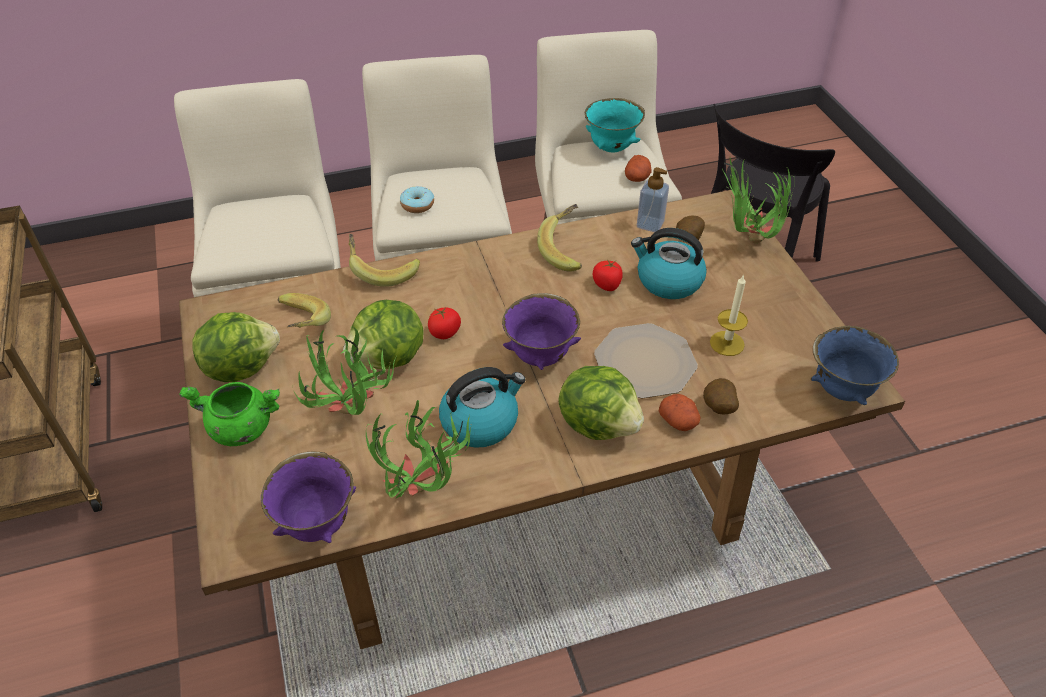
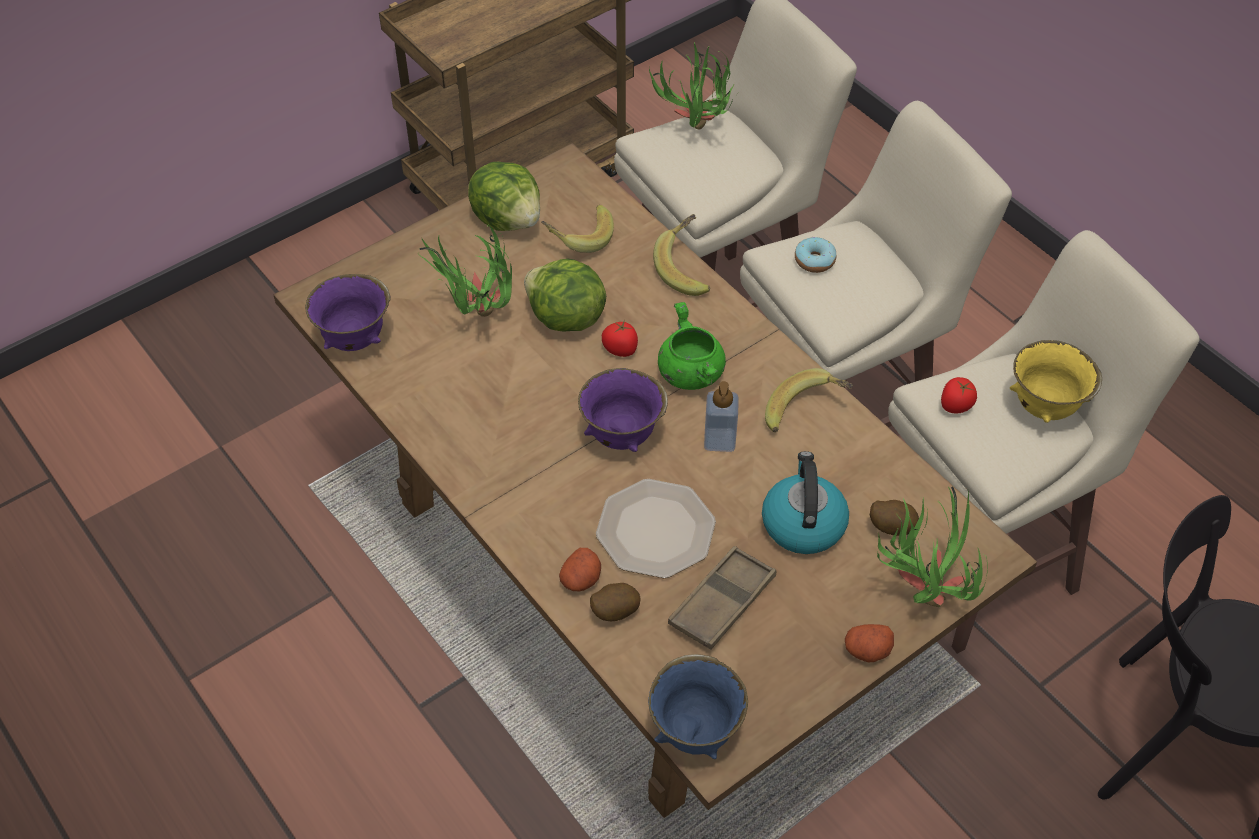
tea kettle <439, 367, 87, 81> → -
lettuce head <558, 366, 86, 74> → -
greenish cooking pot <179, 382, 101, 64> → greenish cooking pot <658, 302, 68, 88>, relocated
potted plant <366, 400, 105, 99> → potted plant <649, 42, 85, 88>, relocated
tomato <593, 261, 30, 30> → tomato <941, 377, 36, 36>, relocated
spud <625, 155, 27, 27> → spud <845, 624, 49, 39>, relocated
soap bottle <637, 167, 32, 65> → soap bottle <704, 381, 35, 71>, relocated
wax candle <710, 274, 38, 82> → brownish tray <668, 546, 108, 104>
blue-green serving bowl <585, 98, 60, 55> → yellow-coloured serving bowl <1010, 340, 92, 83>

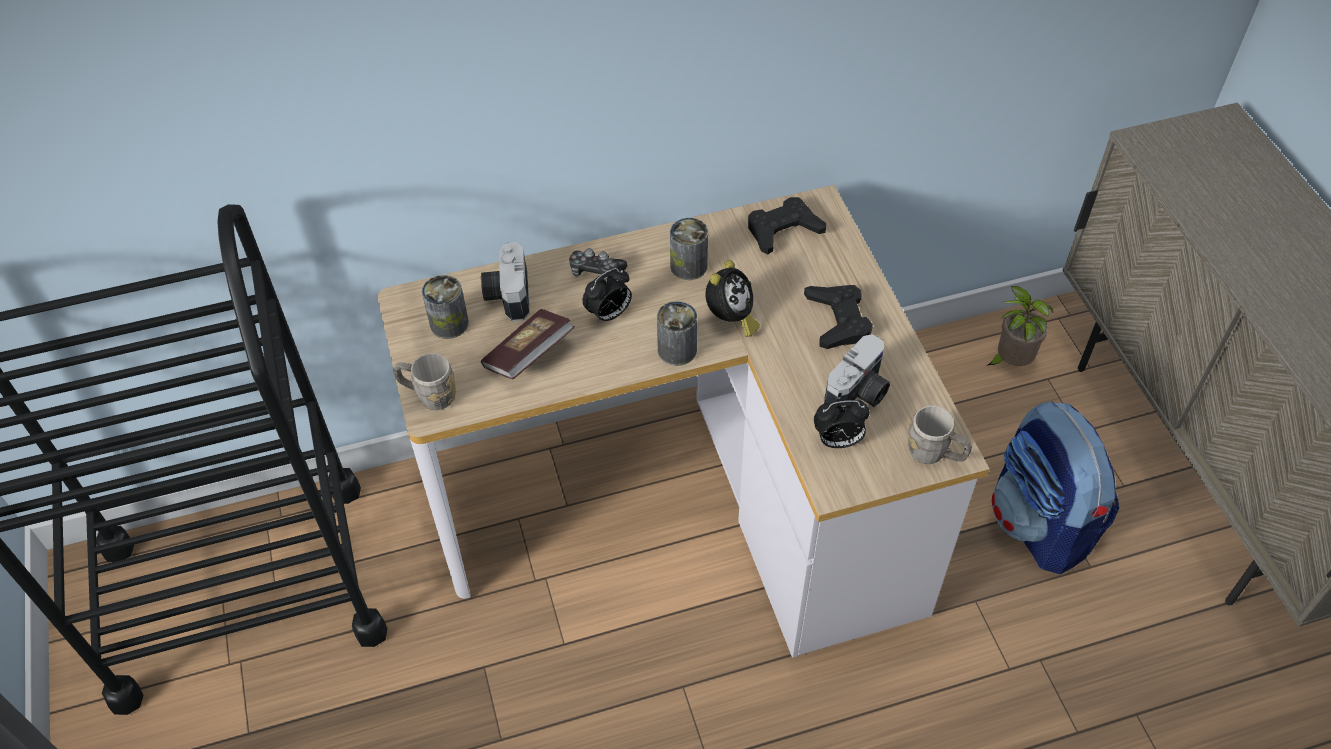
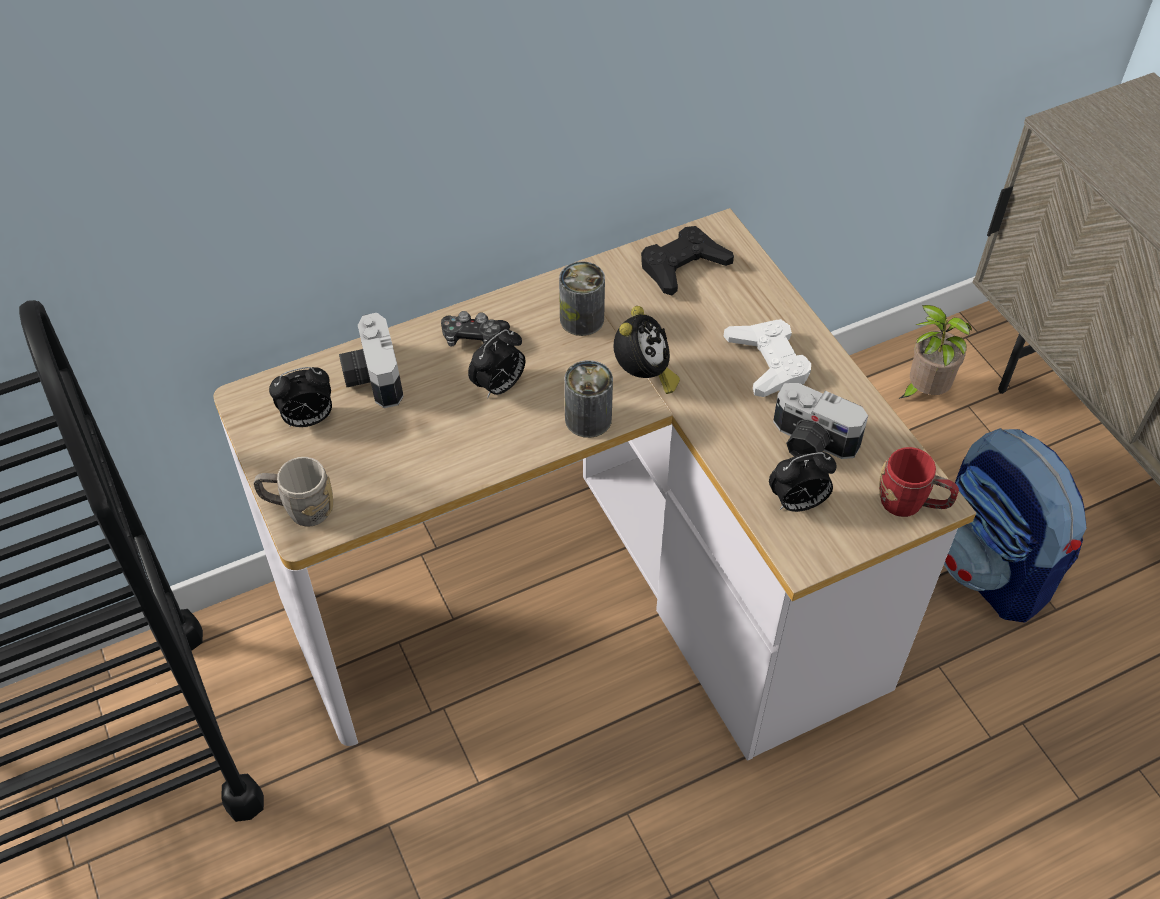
book <481, 309, 93, 70> → -
can <422, 275, 47, 64> → table clock <269, 367, 63, 60>
black game controller <804, 285, 69, 64> → white game controller <723, 319, 88, 78>
gray tea mug <908, 405, 64, 59> → red-coloured tea mug <879, 447, 80, 70>
still camera <824, 334, 66, 73> → still camera <773, 383, 95, 76>, 90 degrees clockwise

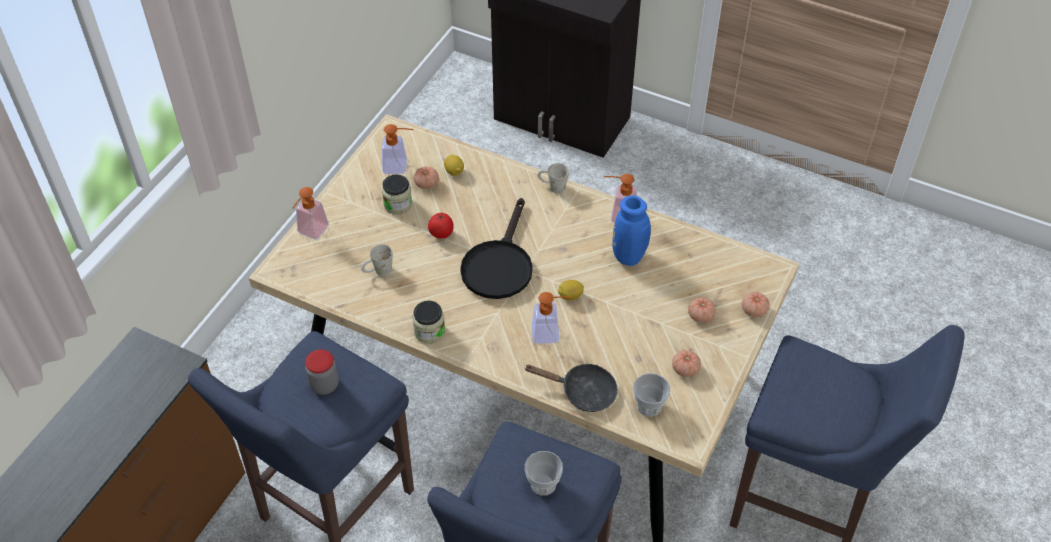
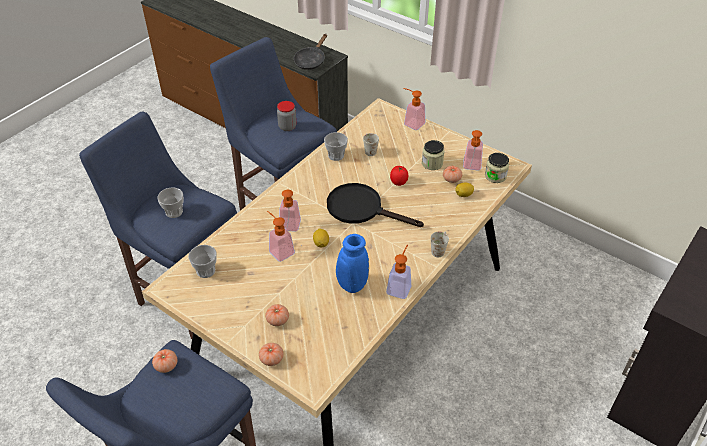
- → soap bottle <267, 211, 28, 51>
- → cup <324, 132, 24, 29>
storage jar <412, 301, 33, 43> → storage jar <485, 153, 24, 30>, relocated
black frying pan <524, 364, 94, 48> → black frying pan <294, 34, 33, 36>, relocated
tomato <672, 350, 29, 27> → tomato <152, 349, 25, 24>, relocated

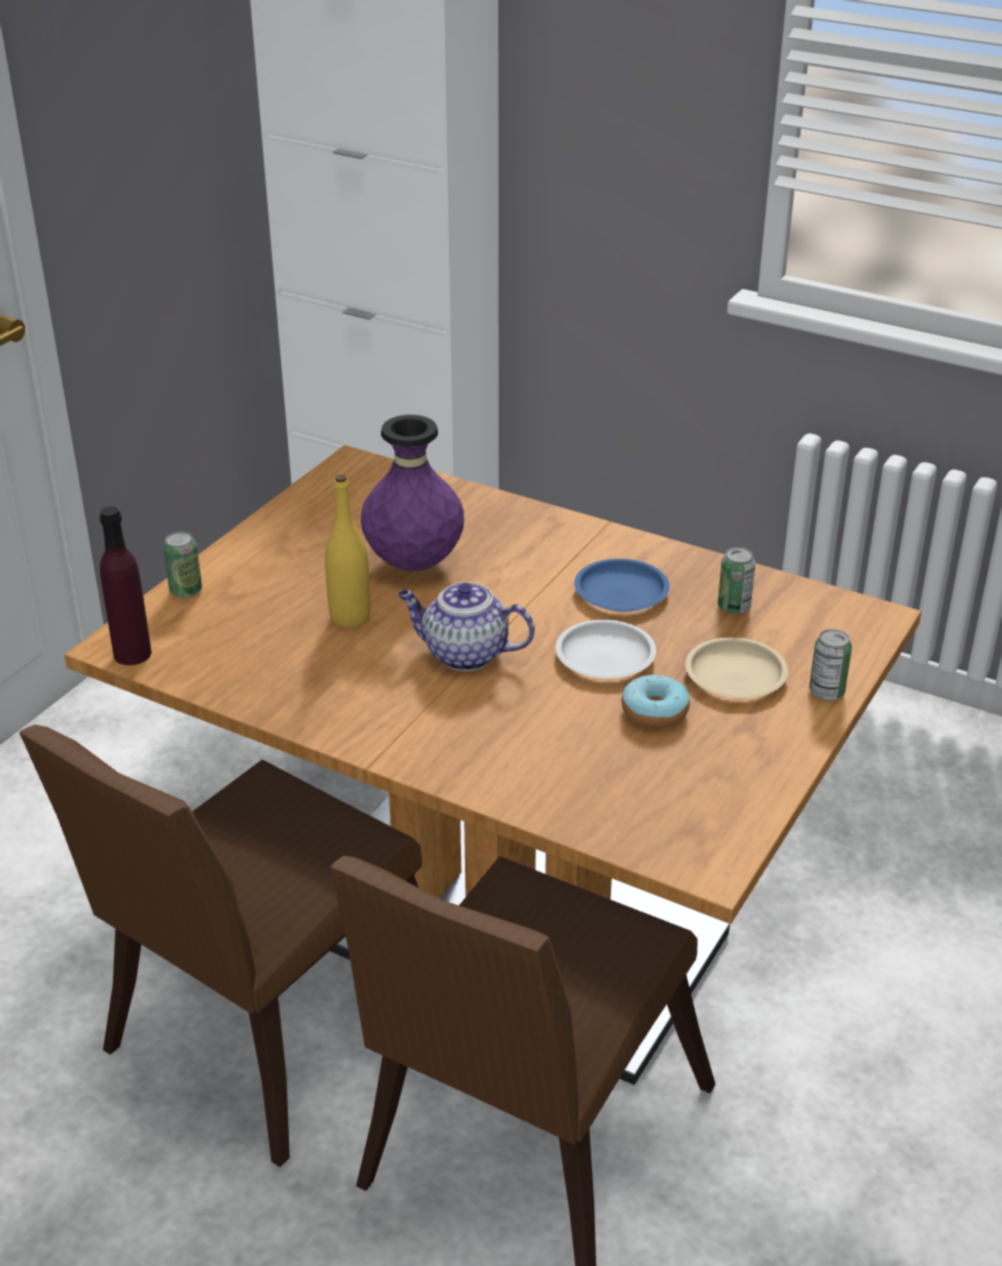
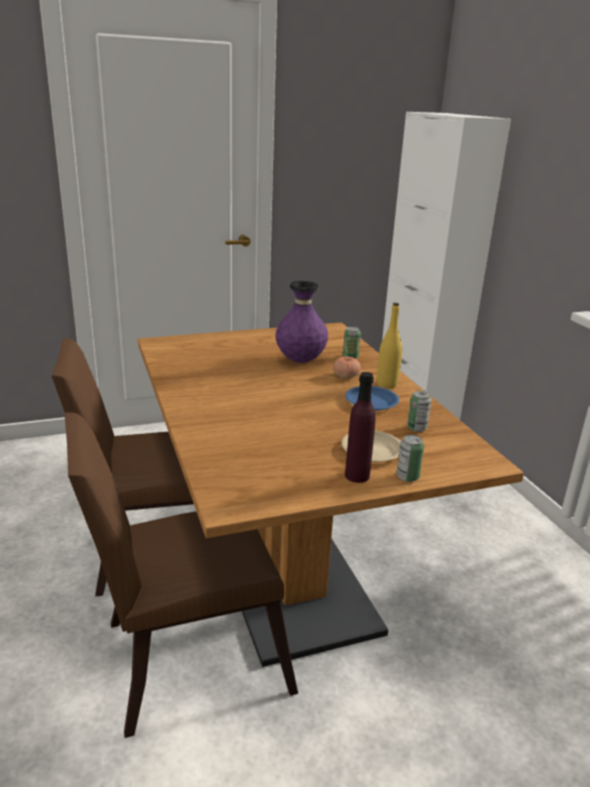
teapot <398, 582, 137, 89> → -
white plate <556, 620, 100, 59> → -
ring doughnut <621, 675, 69, 53> → -
- → tomato <333, 356, 28, 22>
purplish drink bottle <99, 506, 53, 159> → purplish drink bottle <345, 372, 31, 111>, relocated
can <163, 531, 39, 67> → can <343, 326, 18, 33>, relocated
yellow-coloured drink bottle <325, 474, 45, 154> → yellow-coloured drink bottle <377, 303, 25, 85>, relocated

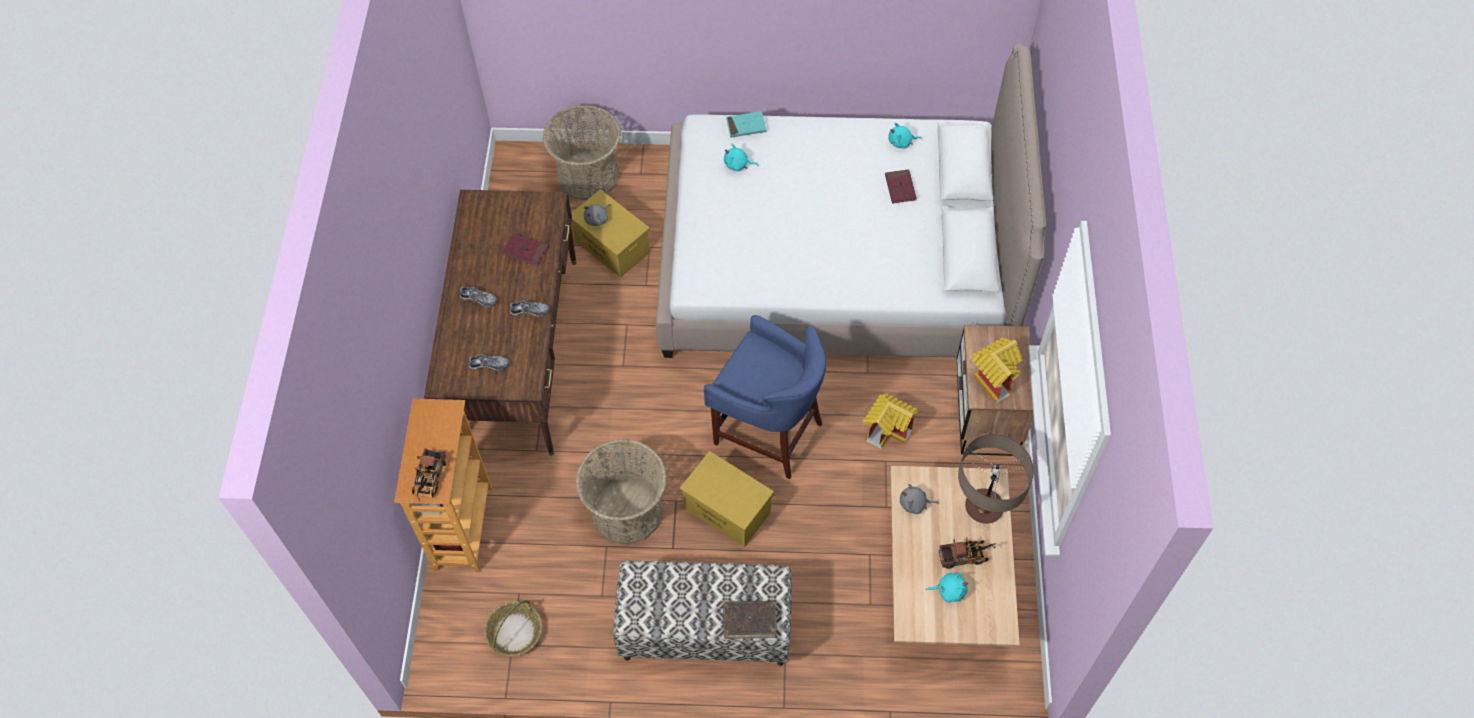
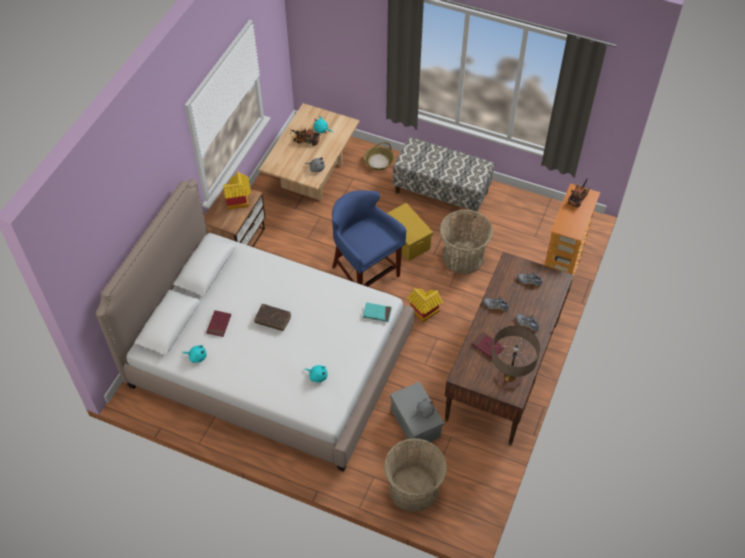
storage basket <484, 600, 58, 56> → storage basket <364, 142, 30, 28>, relocated
brownish book <723, 601, 54, 38> → brownish book <254, 304, 37, 27>, relocated
blue-green book <726, 111, 40, 27> → blue-green book <363, 302, 29, 20>, relocated
toy house <863, 393, 54, 56> → toy house <407, 288, 36, 34>, relocated
lamp for a table <958, 434, 76, 90> → lamp for a table <491, 326, 49, 62>, relocated
yellow-coloured storage container <572, 189, 78, 89> → gray storage container <390, 381, 54, 67>

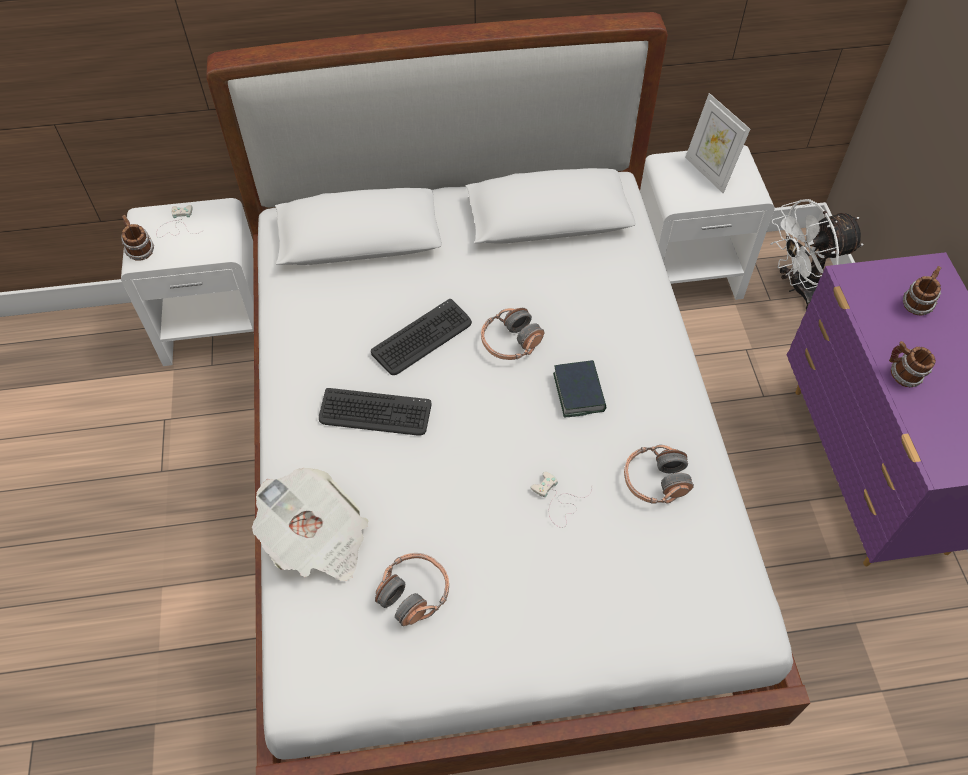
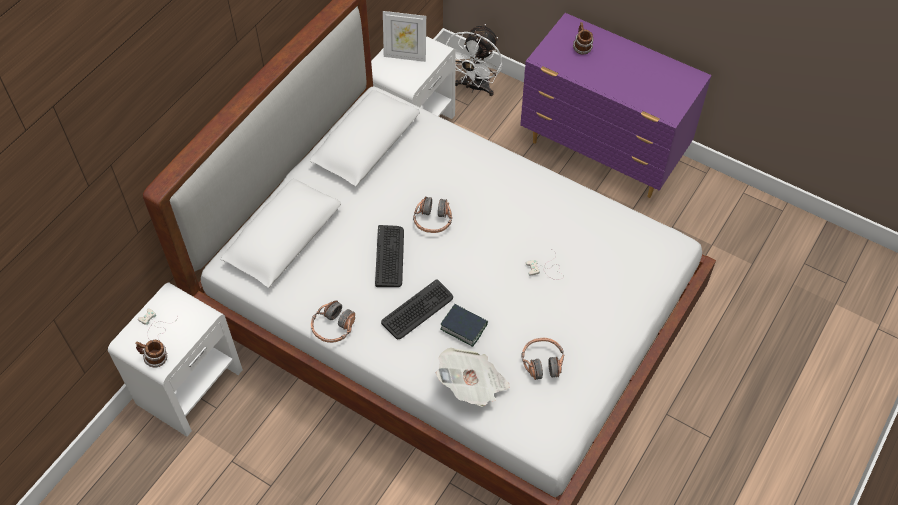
tea mug <889, 341, 47, 46> → -
book <553, 360, 53, 57> → book <440, 304, 48, 43>, relocated
headphones <624, 445, 70, 58> → headphones <311, 300, 44, 43>, relocated

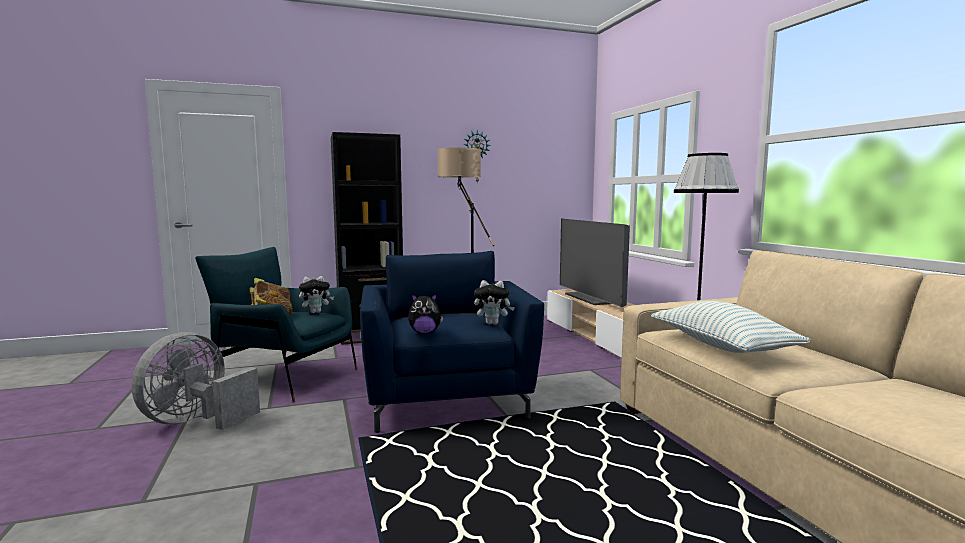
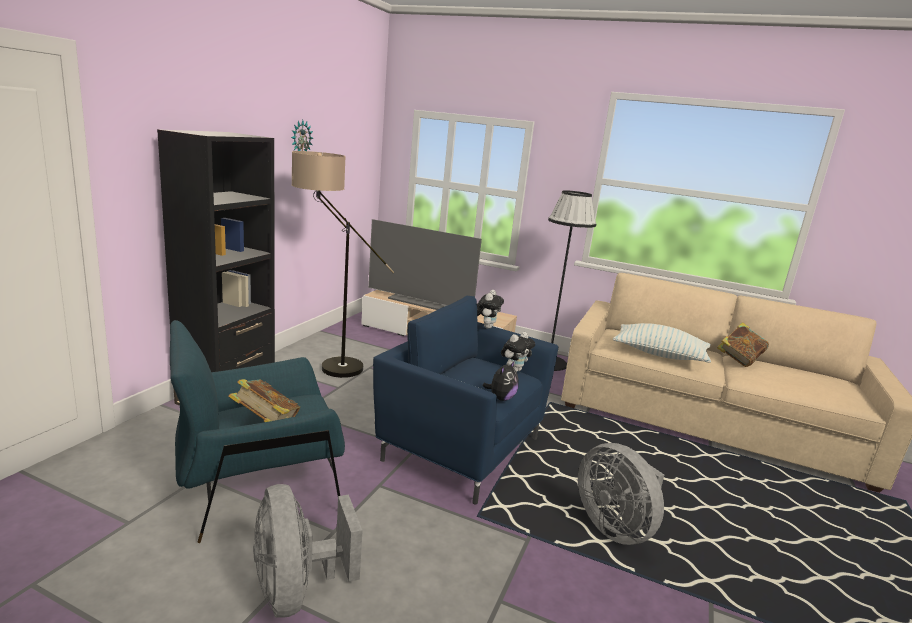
- → gray cooling fan <578, 443, 86, 102>
- → book <717, 322, 52, 45>
cuddly toy <299, 276, 35, 37> → cuddly toy <477, 290, 27, 39>, relocated

